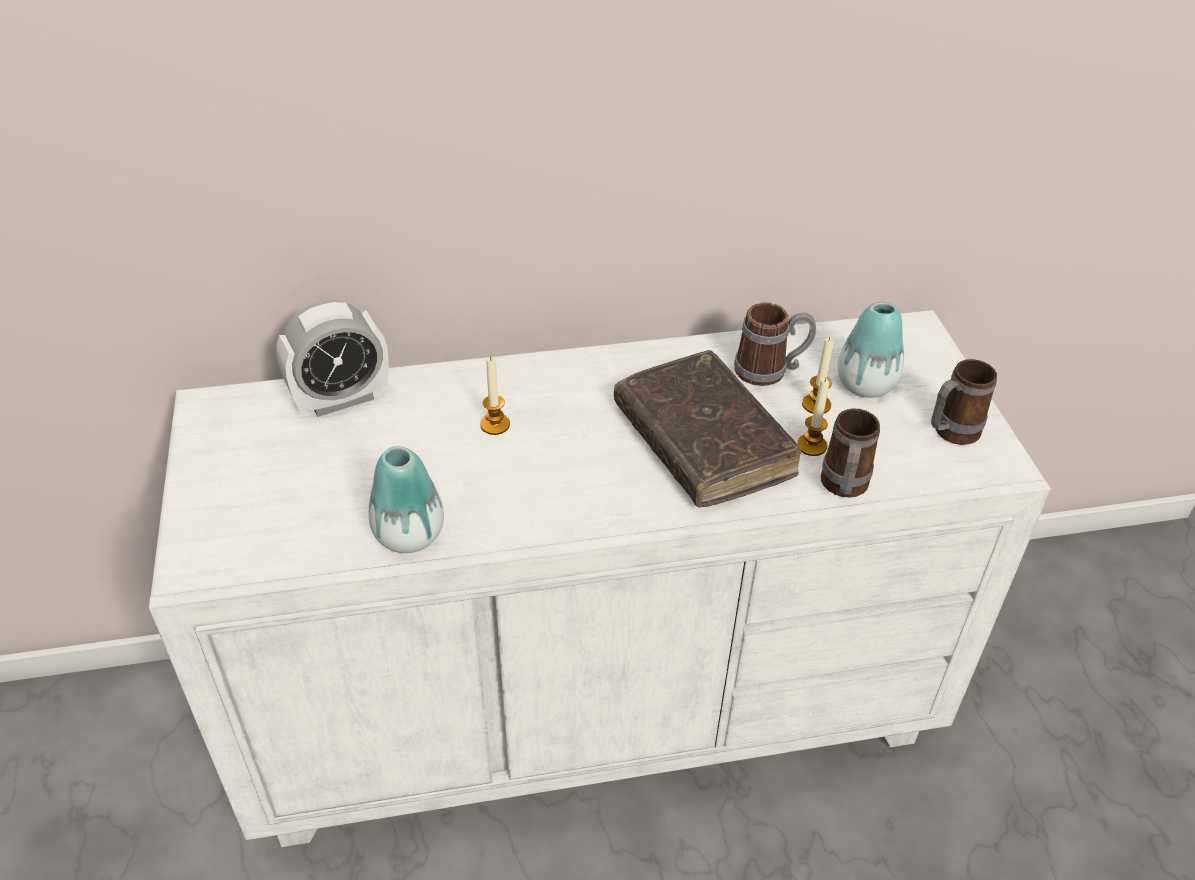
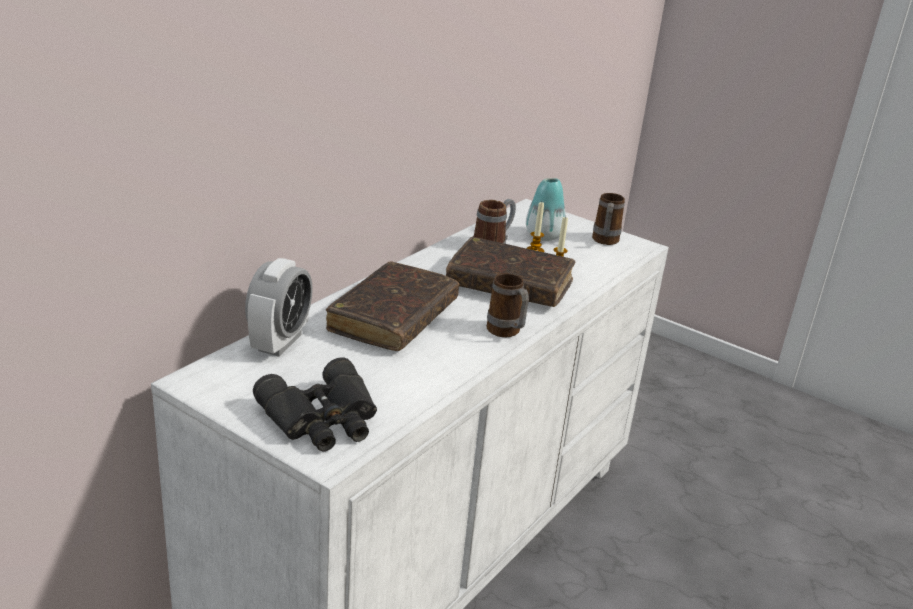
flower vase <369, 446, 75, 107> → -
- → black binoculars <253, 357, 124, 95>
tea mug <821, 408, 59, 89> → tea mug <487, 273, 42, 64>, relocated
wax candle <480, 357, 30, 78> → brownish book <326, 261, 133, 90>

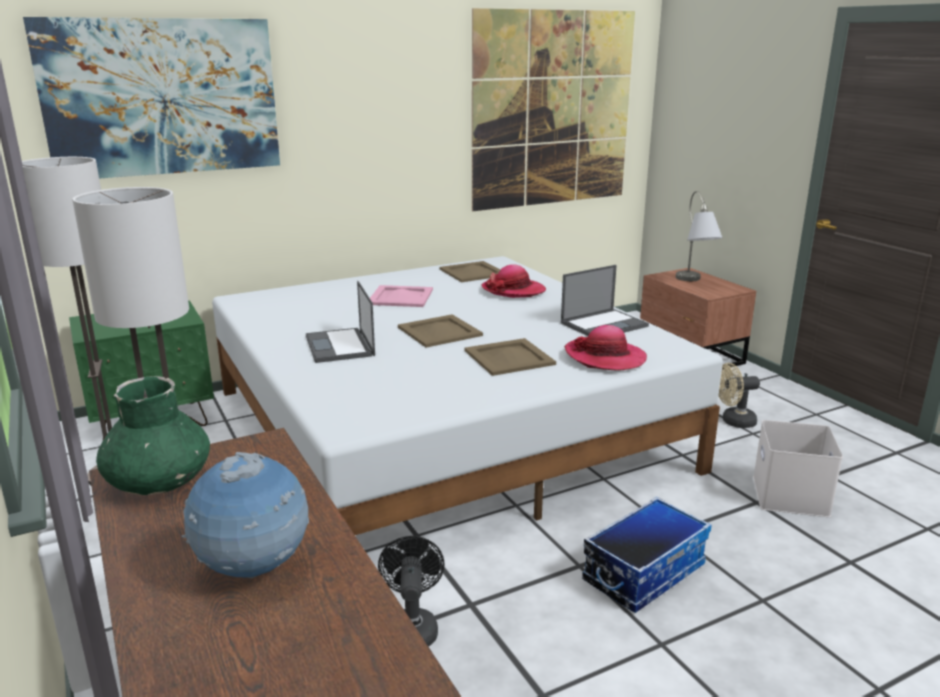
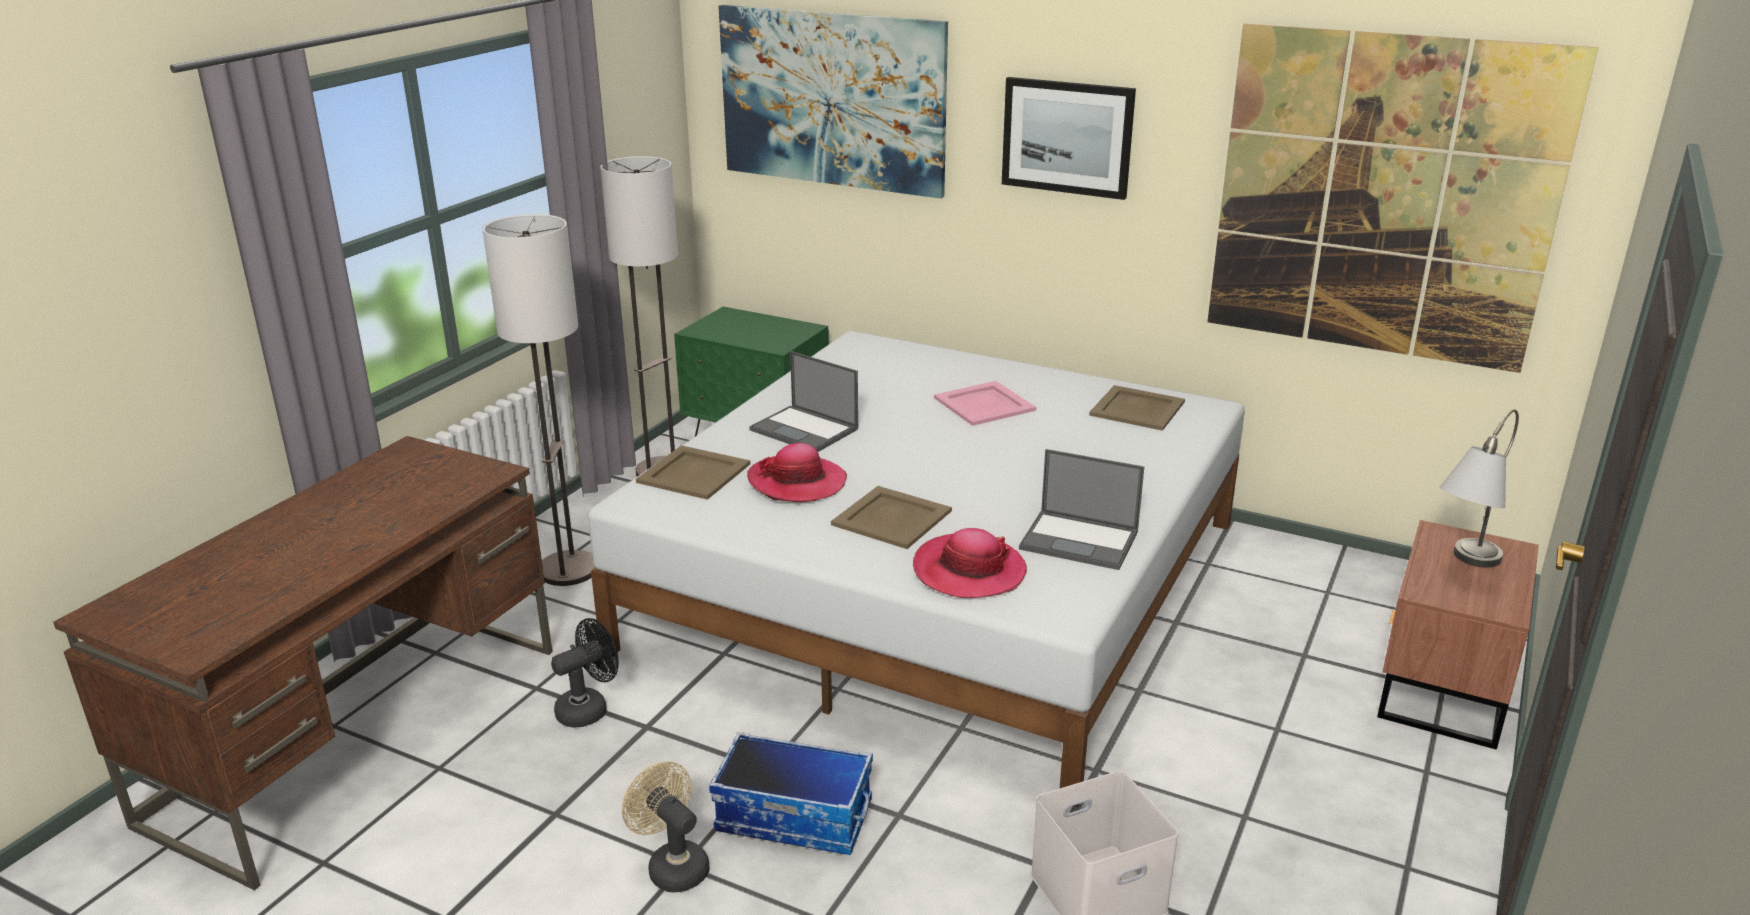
greenish flower vase <96, 376, 114, 119> → -
desk globe <182, 452, 127, 126> → -
- → picture <1002, 77, 134, 123>
beige-coloured tray <398, 314, 85, 34> → beige-coloured tray <636, 445, 114, 55>, relocated
wearable hat <482, 265, 64, 33> → wearable hat <747, 443, 100, 59>, relocated
beige-coloured cooling fan <718, 363, 42, 65> → beige-coloured cooling fan <622, 761, 87, 131>, relocated
laptop <306, 281, 69, 82> → laptop <749, 351, 109, 101>, 90 degrees counterclockwise

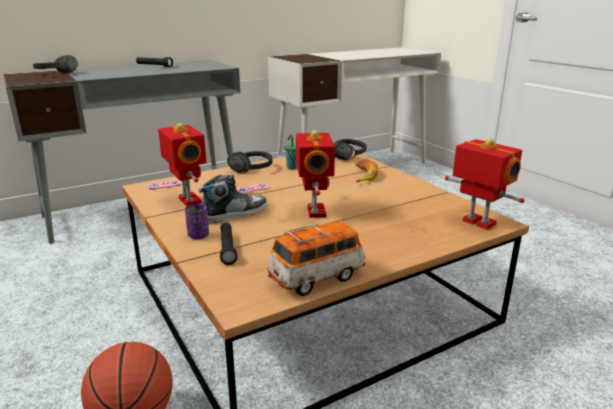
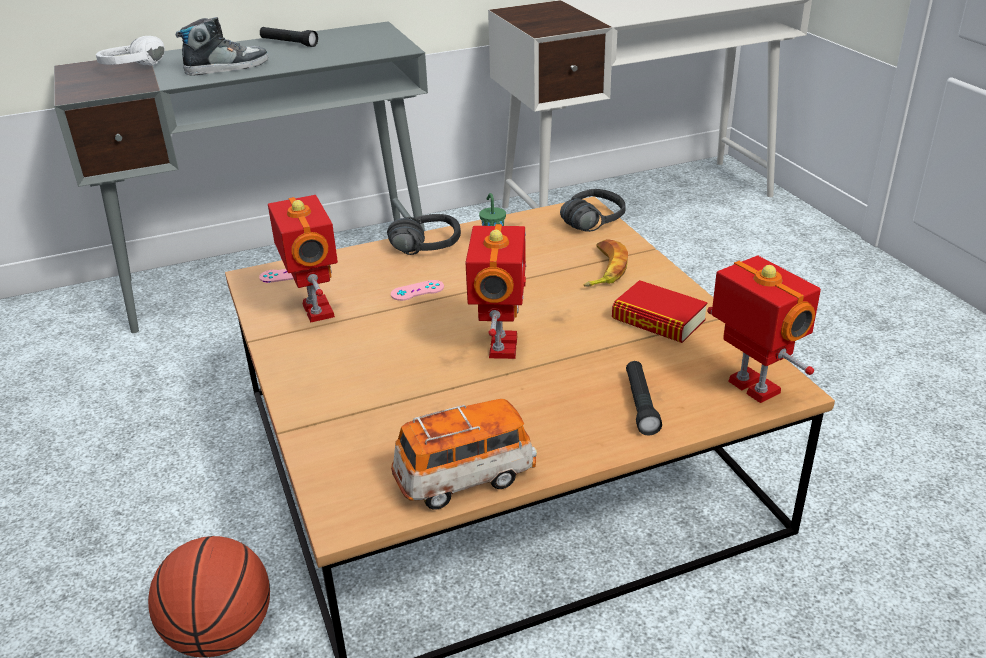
purplish cup <185, 204, 24, 35> → -
- → book <612, 280, 96, 63>
low shoe <199, 174, 68, 49> → low shoe <176, 17, 92, 59>, relocated
black flashlight <220, 223, 17, 42> → black flashlight <626, 361, 36, 74>, relocated
black headphones <33, 55, 45, 18> → white headphones <96, 36, 69, 30>

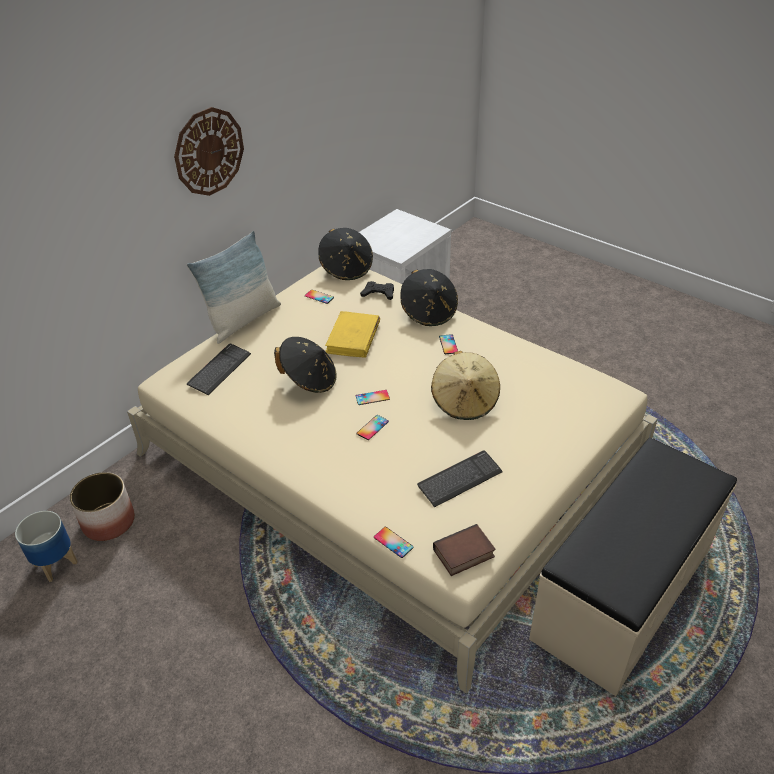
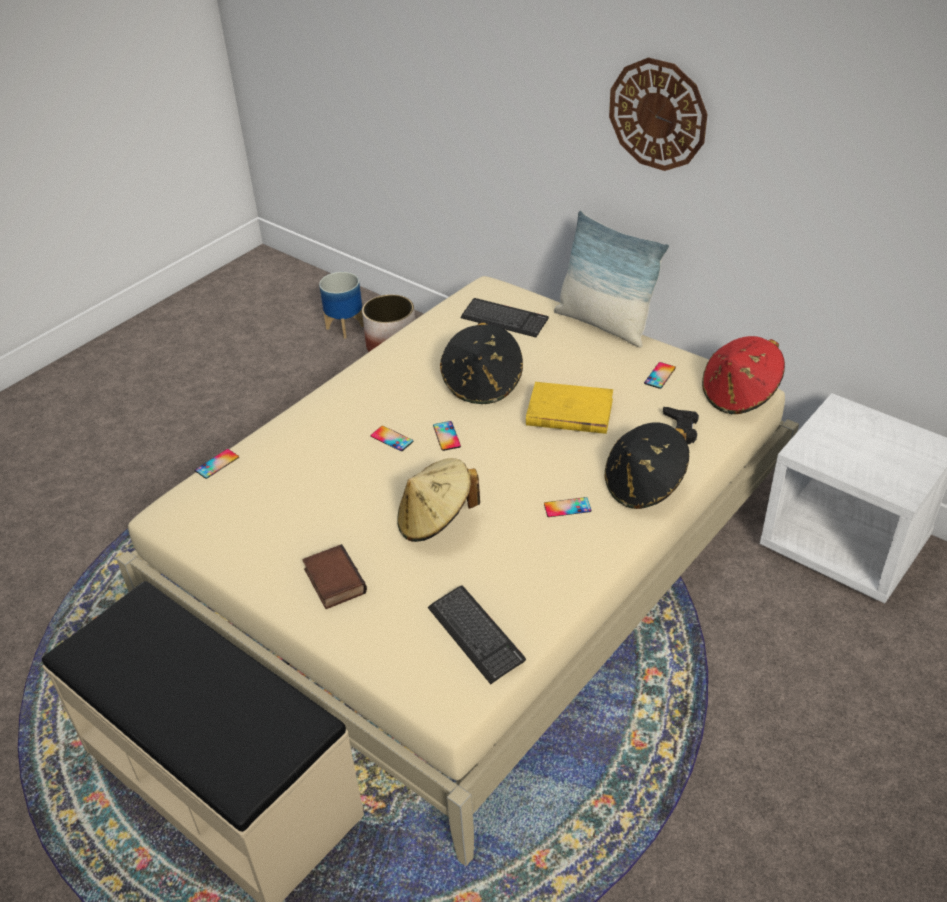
PC keyboard <417, 450, 86, 57> → PC keyboard <428, 585, 98, 99>, relocated
book <433, 524, 63, 52> → book <302, 544, 65, 65>, relocated
black wearable hat <318, 228, 55, 52> → red-coloured wearable hat <702, 336, 83, 78>

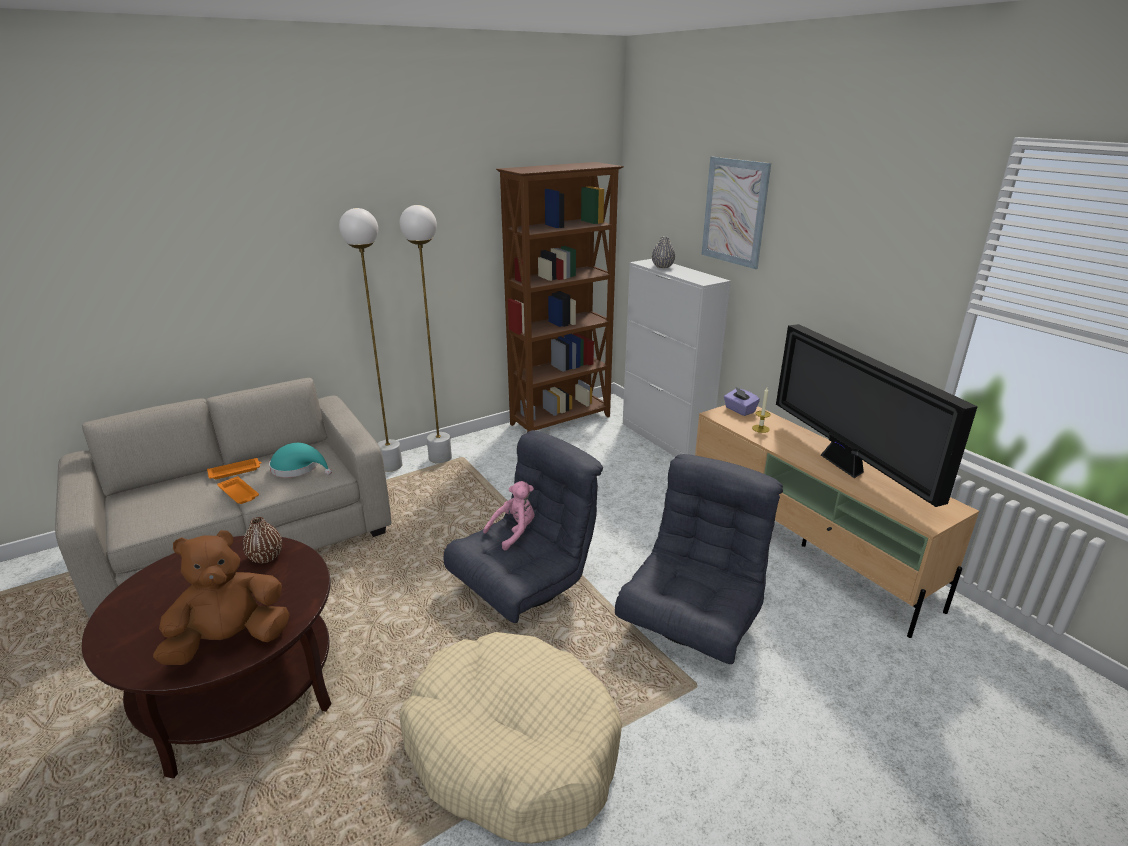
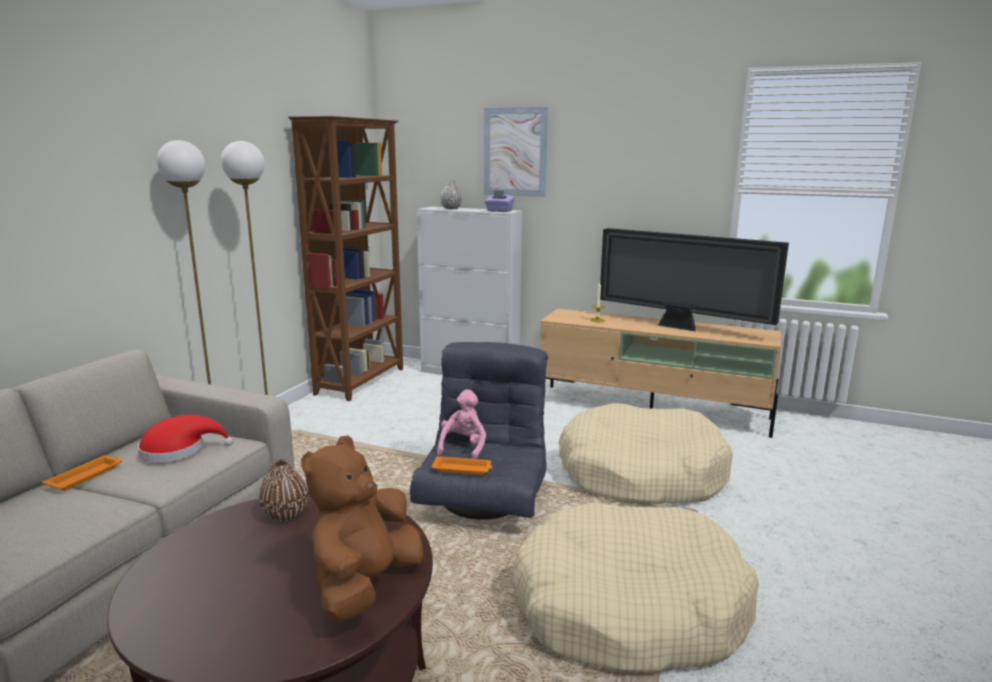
orange tray <217, 476, 42, 28> → orange tray <431, 456, 62, 19>, relocated
purplish tissue holder <724, 387, 36, 29> → purplish tissue holder <485, 190, 30, 22>, relocated
gray easy chair <615, 454, 168, 210> → beige-coloured dog cushion <559, 403, 174, 101>
blue-green wearable hat <269, 443, 63, 34> → red-coloured wearable hat <138, 415, 95, 47>

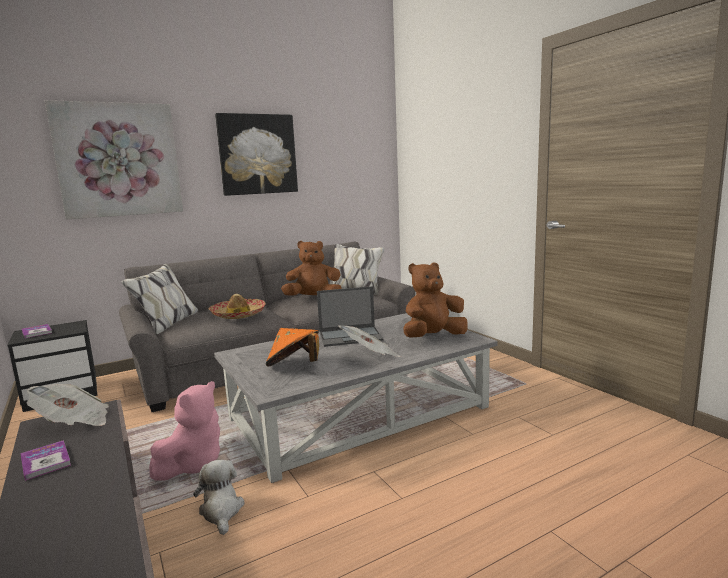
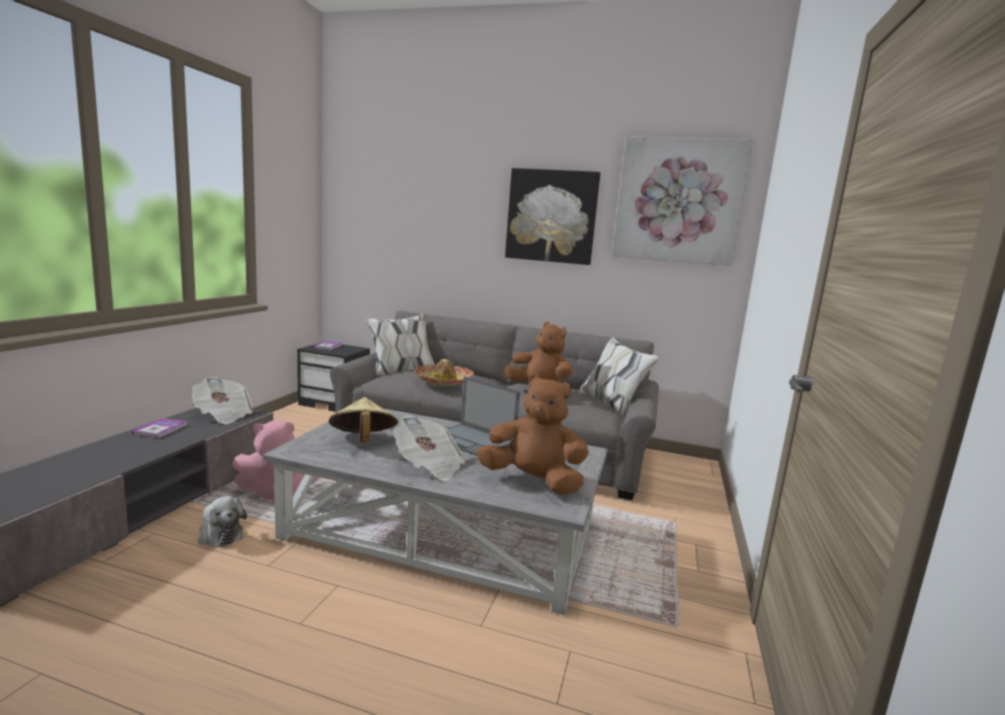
picture <45, 100, 138, 120> → picture <612, 136, 141, 130>, relocated
orange wearable hat <266, 328, 53, 39> → beige-coloured wearable hat <329, 397, 69, 46>
cuddly toy <193, 460, 51, 75> → cuddly toy <198, 496, 49, 51>, 105 degrees clockwise

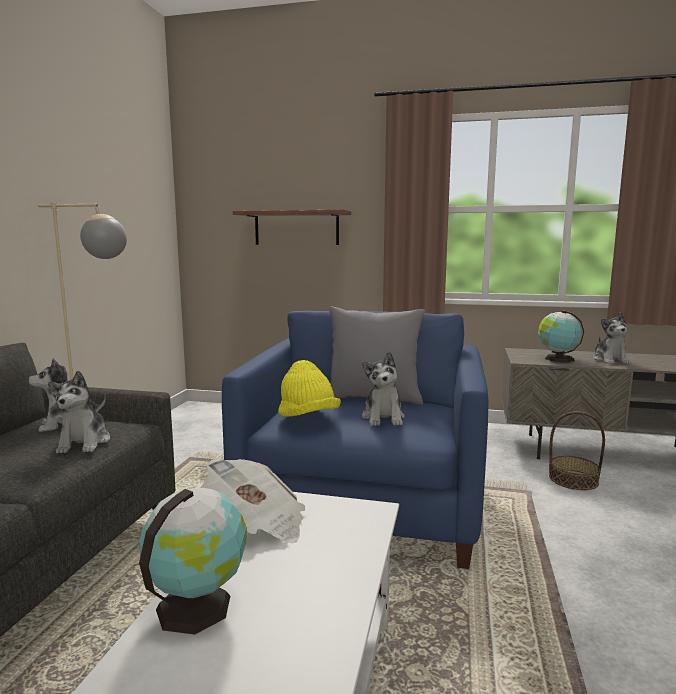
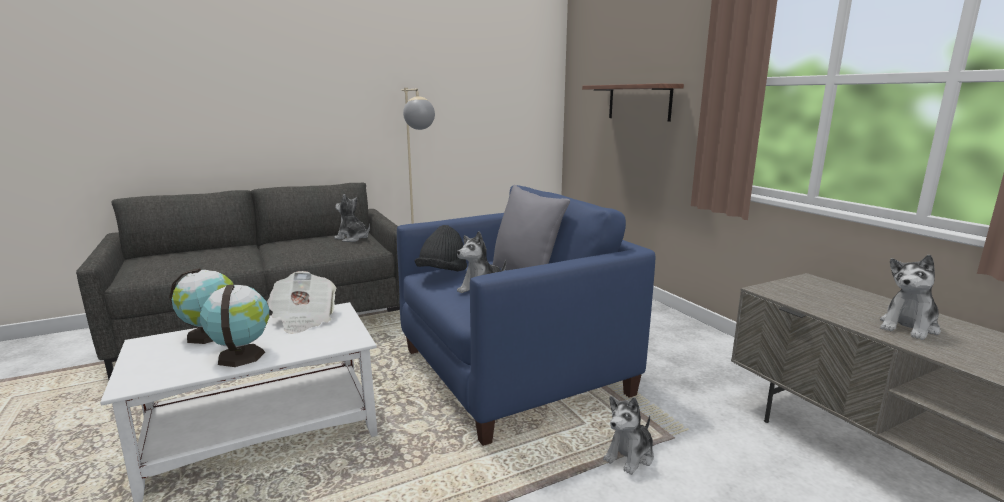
storage basket <549, 411, 56, 79> → -
cuddly toy <48, 371, 62, 83> → cuddly toy <603, 396, 51, 79>, relocated
desk globe <538, 310, 46, 53> → desk globe <200, 285, 70, 82>, relocated
yellow-coloured wearable hat <278, 360, 63, 57> → black wearable hat <415, 225, 52, 46>

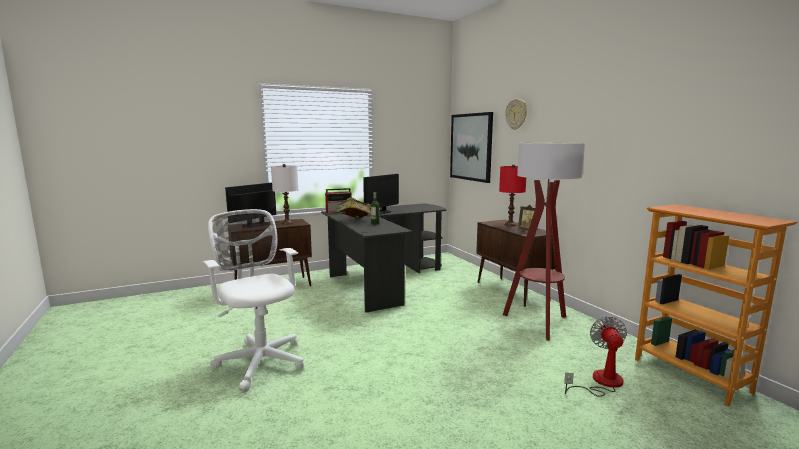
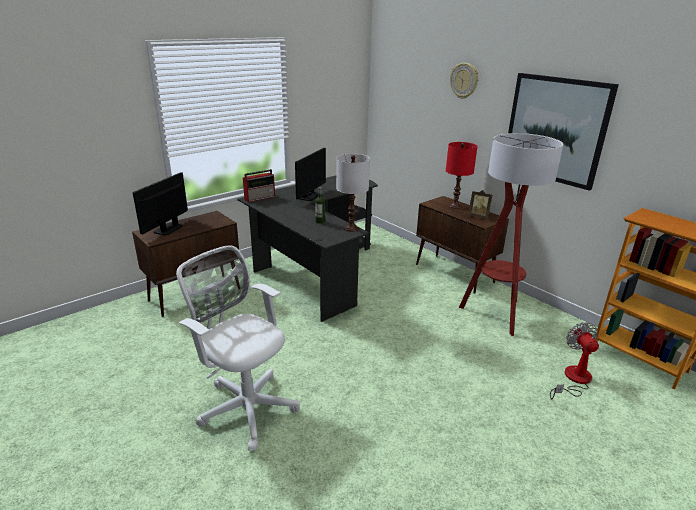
book <336, 197, 35, 22> → -
white lamp for a table <271, 164, 27, 61> → white lamp for a table <336, 154, 34, 78>, relocated
picture <450, 112, 43, 71> → picture <508, 73, 111, 118>, relocated

